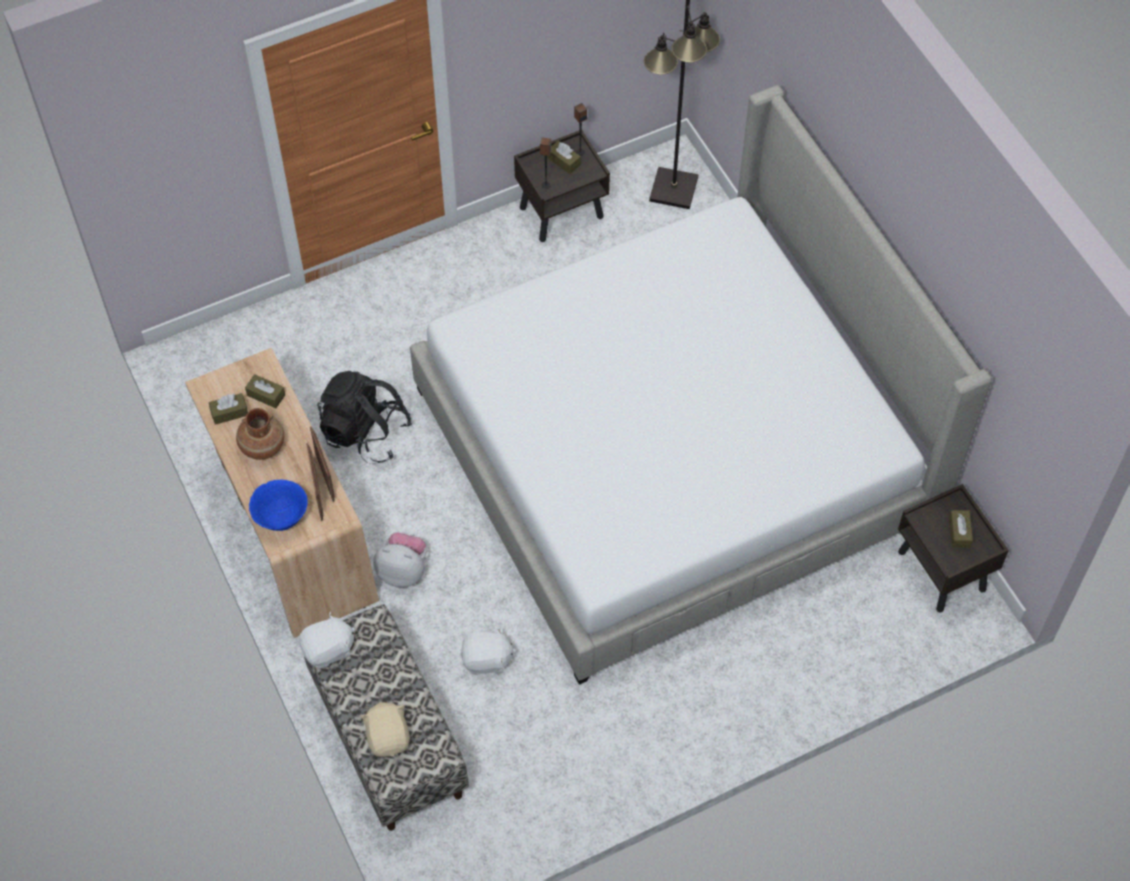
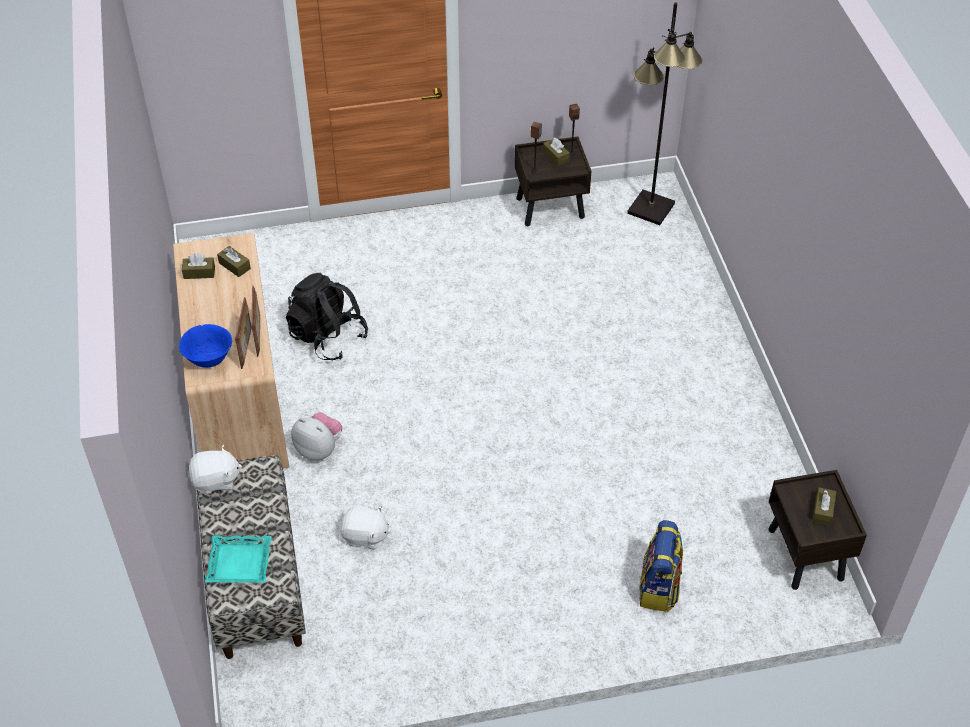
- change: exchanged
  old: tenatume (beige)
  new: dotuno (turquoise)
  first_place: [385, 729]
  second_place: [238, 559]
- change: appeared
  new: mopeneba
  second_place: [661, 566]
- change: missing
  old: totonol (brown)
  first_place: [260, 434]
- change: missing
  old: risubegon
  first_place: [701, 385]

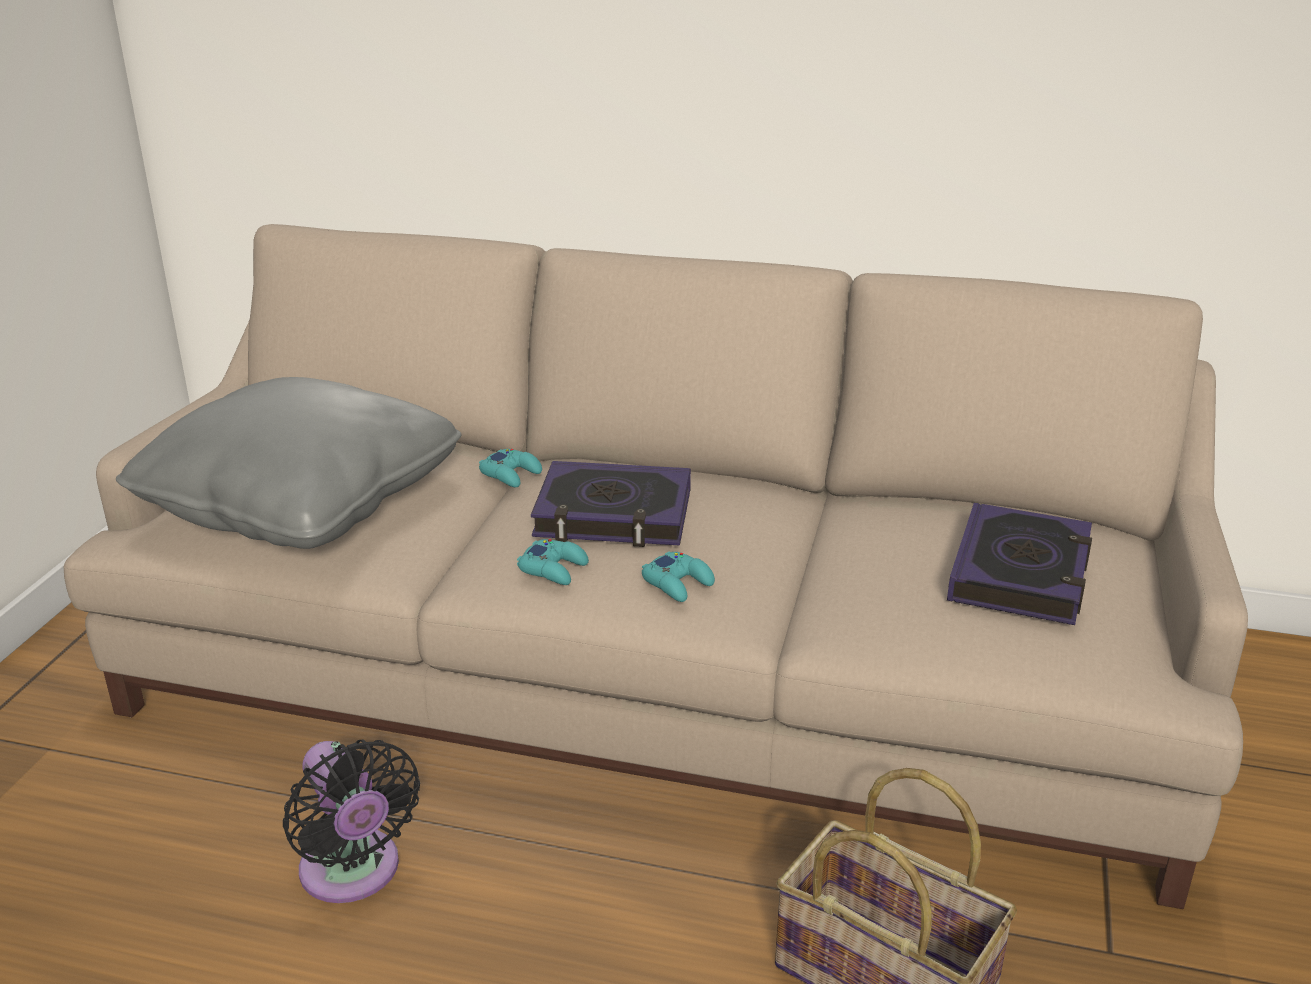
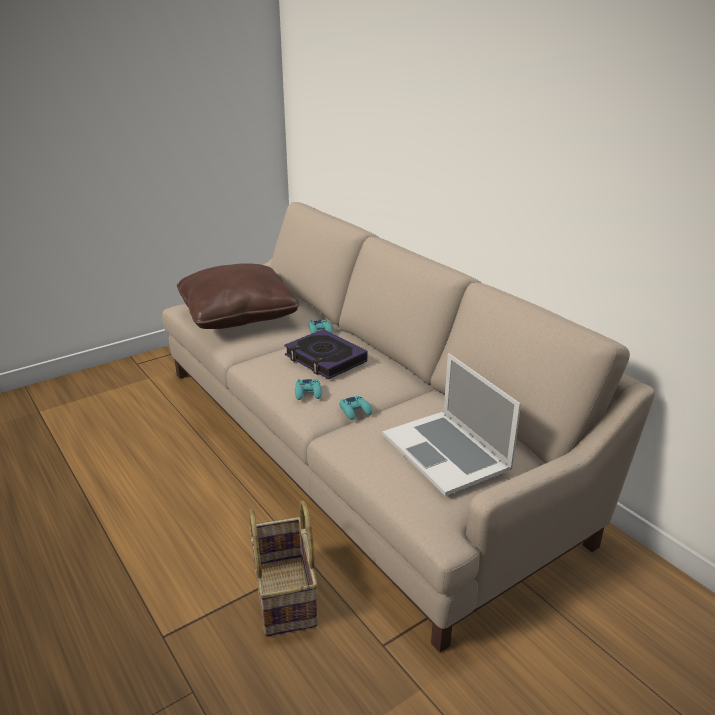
- change: colour
  old: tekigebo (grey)
  new: tekigebo (brown)
  first_place: [288, 463]
  second_place: [238, 296]
- change: relocated
  old: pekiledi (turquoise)
  first_place: [553, 562]
  second_place: [355, 408]
- change: exchanged
  old: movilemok
  new: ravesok
  first_place: [1019, 564]
  second_place: [452, 424]
- change: missing
  old: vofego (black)
  first_place: [351, 821]

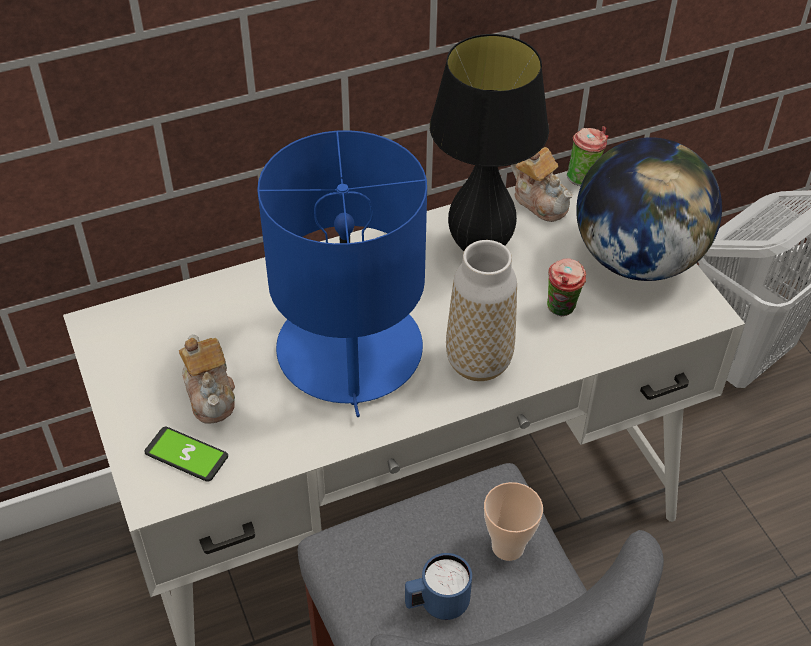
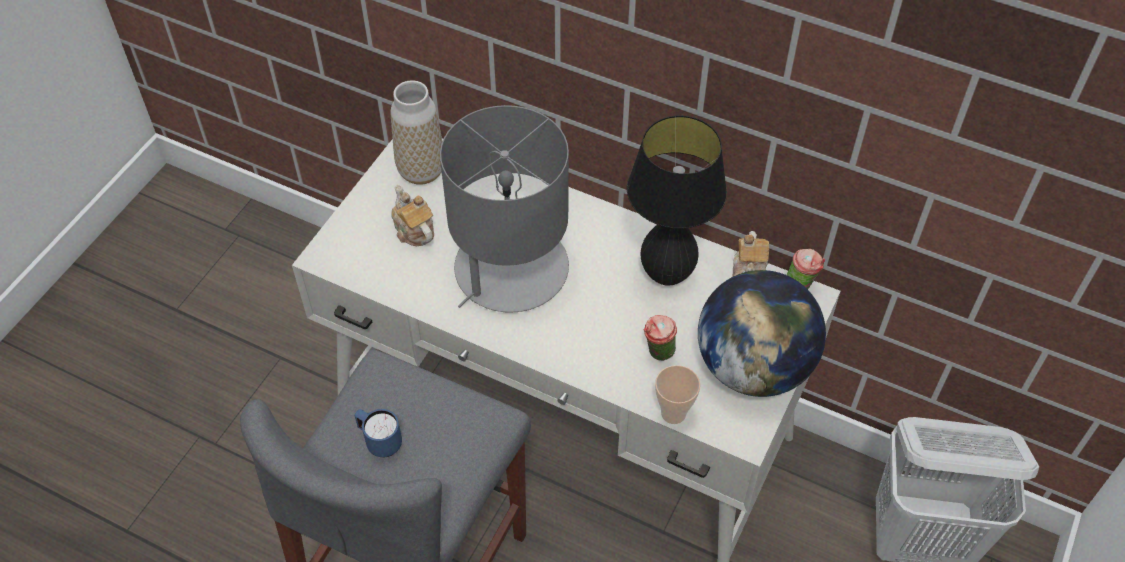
- change: relocated
  old: totonol
  first_place: [481, 310]
  second_place: [416, 132]
- change: spun
  old: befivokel
  first_place: [207, 379]
  second_place: [412, 215]
  degrees: 120
- change: colour
  old: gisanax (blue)
  new: gisanax (grey)
  first_place: [342, 273]
  second_place: [504, 209]
- change: relocated
  old: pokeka
  first_place: [513, 521]
  second_place: [677, 394]
- change: missing
  old: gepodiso
  first_place: [186, 454]

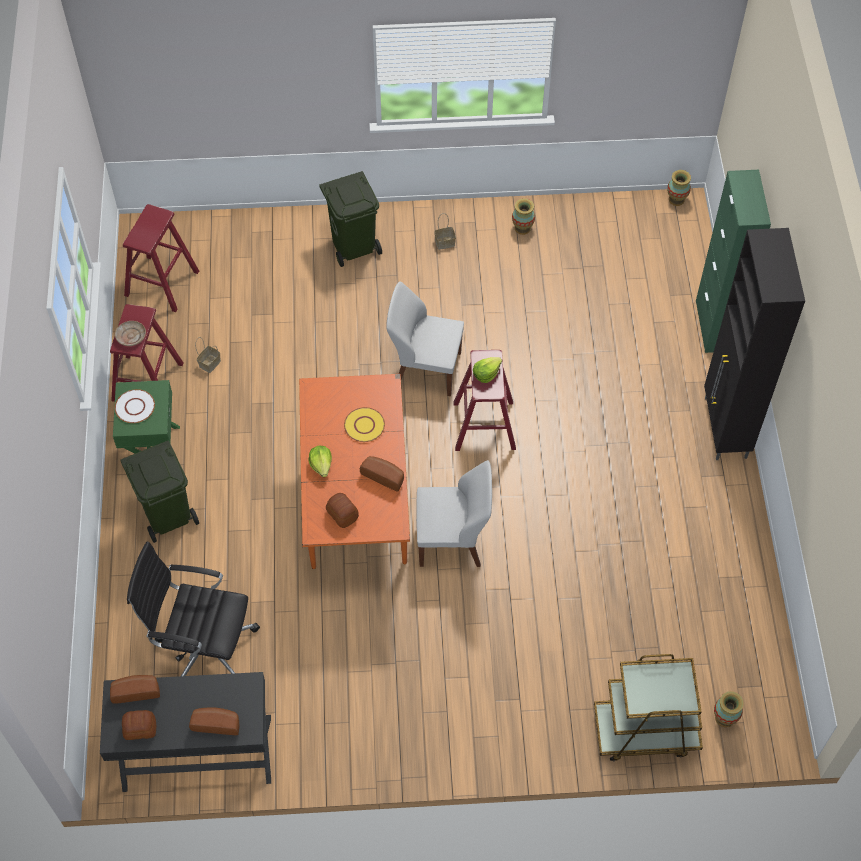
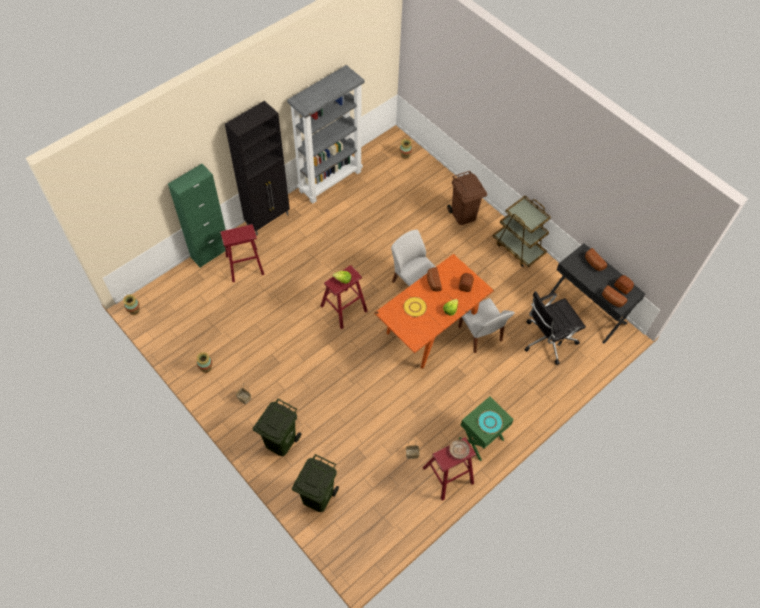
- change: relocated
  old: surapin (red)
  first_place: [161, 258]
  second_place: [242, 253]
- change: appeared
  new: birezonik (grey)
  second_place: [326, 134]
- change: relocated
  old: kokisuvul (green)
  first_place: [159, 492]
  second_place: [315, 483]
- change: appeared
  new: kokisuvul (brown)
  second_place: [467, 198]
- change: relocated
  old: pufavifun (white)
  first_place: [425, 338]
  second_place: [486, 325]
- change: colour
  old: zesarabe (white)
  new: zesarabe (turquoise)
  first_place: [135, 406]
  second_place: [490, 422]
- change: relocated
  old: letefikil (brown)
  first_place: [648, 707]
  second_place: [522, 231]
- change: spun
  old: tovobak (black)
  first_place: [193, 609]
  second_place: [555, 328]
  degrees: 90

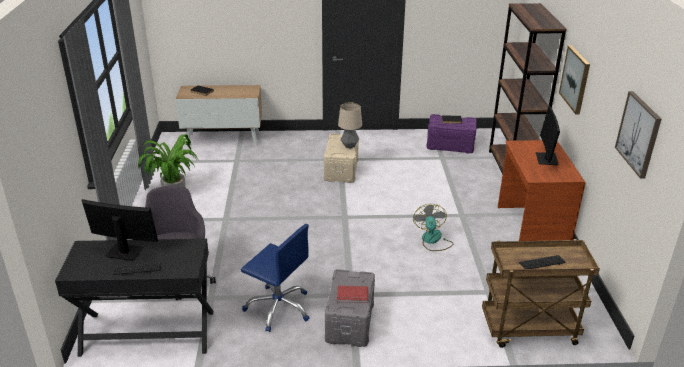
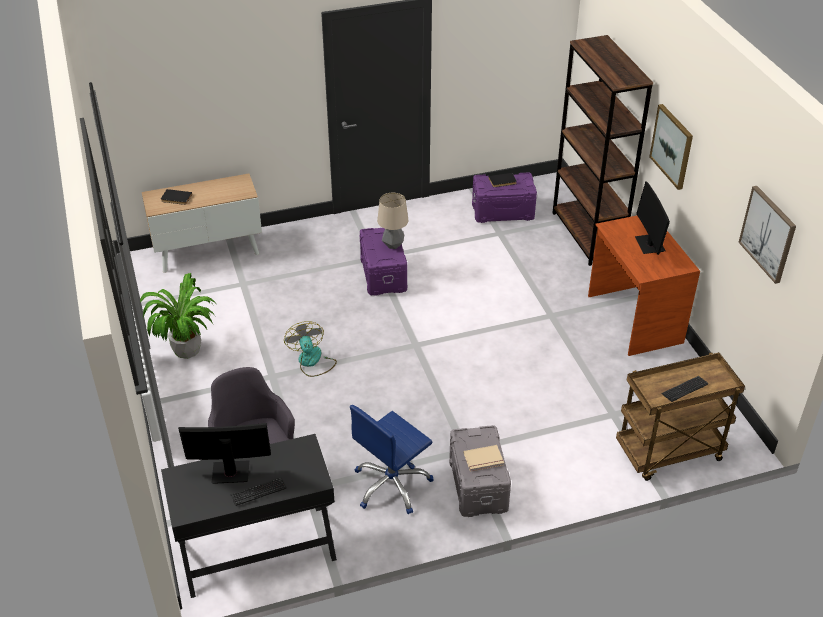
- change: relocated
  old: vofego
  first_place: [433, 227]
  second_place: [310, 349]
- change: spun
  old: tovobak (blue)
  first_place: [275, 278]
  second_place: [392, 459]
  degrees: 120
- change: colour
  old: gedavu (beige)
  new: gedavu (purple)
  first_place: [341, 158]
  second_place: [383, 262]
- change: colour
  old: movilemok (red)
  new: movilemok (beige)
  first_place: [352, 294]
  second_place: [483, 458]

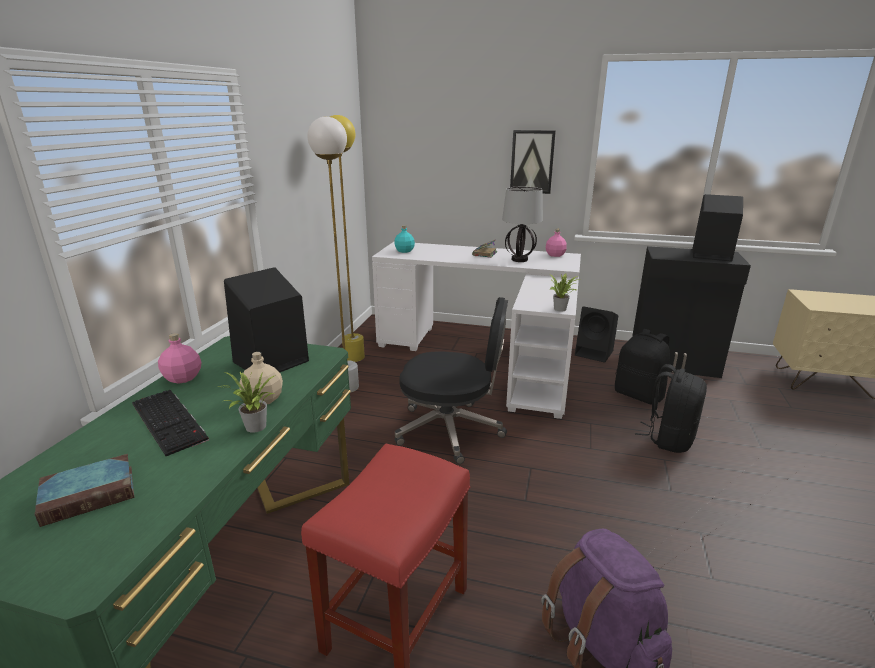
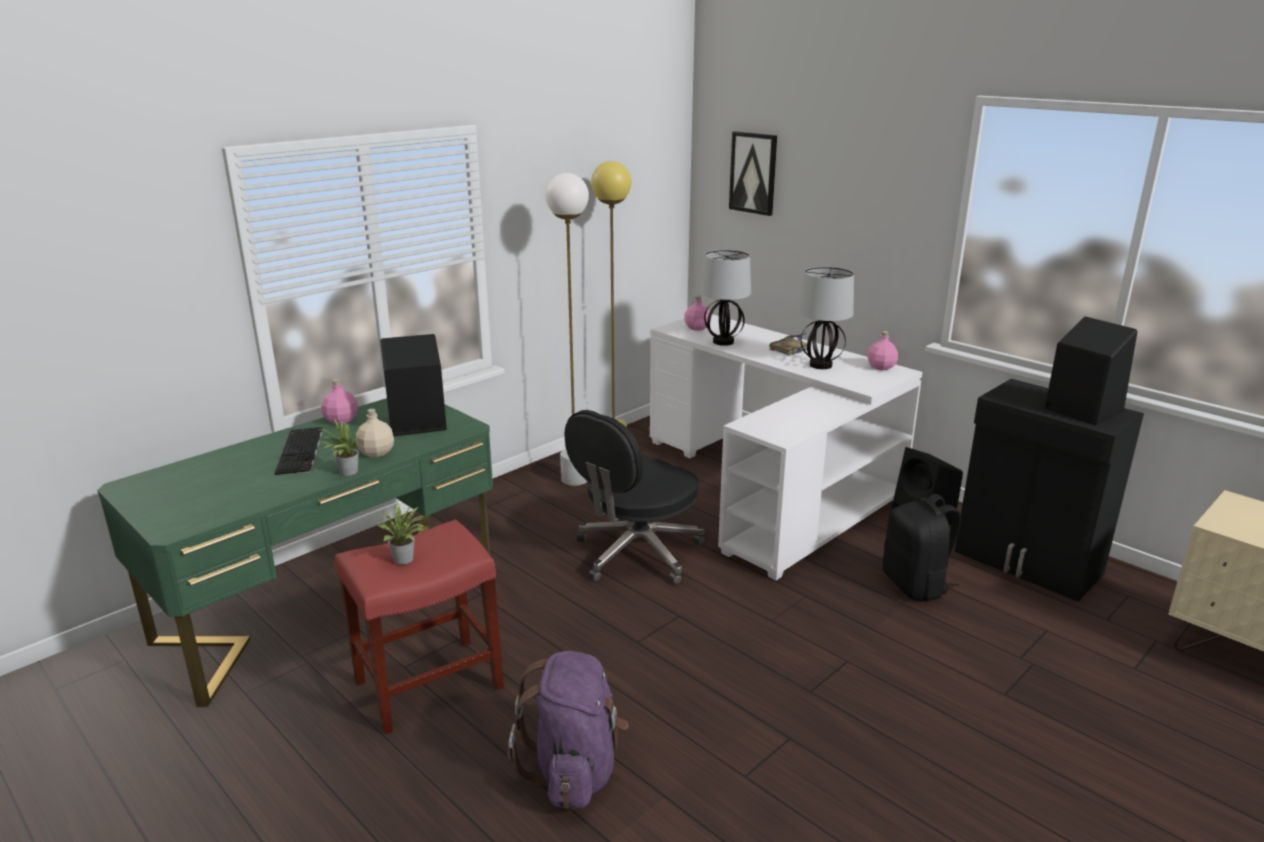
- change: relocated
  old: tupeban
  first_place: [564, 292]
  second_place: [402, 534]
- change: spun
  old: tovobak (black)
  first_place: [451, 380]
  second_place: [635, 497]
  degrees: 90
- change: colour
  old: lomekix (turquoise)
  new: lomekix (pink)
  first_place: [404, 239]
  second_place: [697, 313]
- change: appeared
  new: gisanax
  second_place: [725, 298]
- change: relocated
  old: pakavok
  first_place: [533, 162]
  second_place: [753, 173]
- change: missing
  old: movilemok
  first_place: [84, 490]
- change: missing
  old: mopeneba (black)
  first_place: [671, 408]

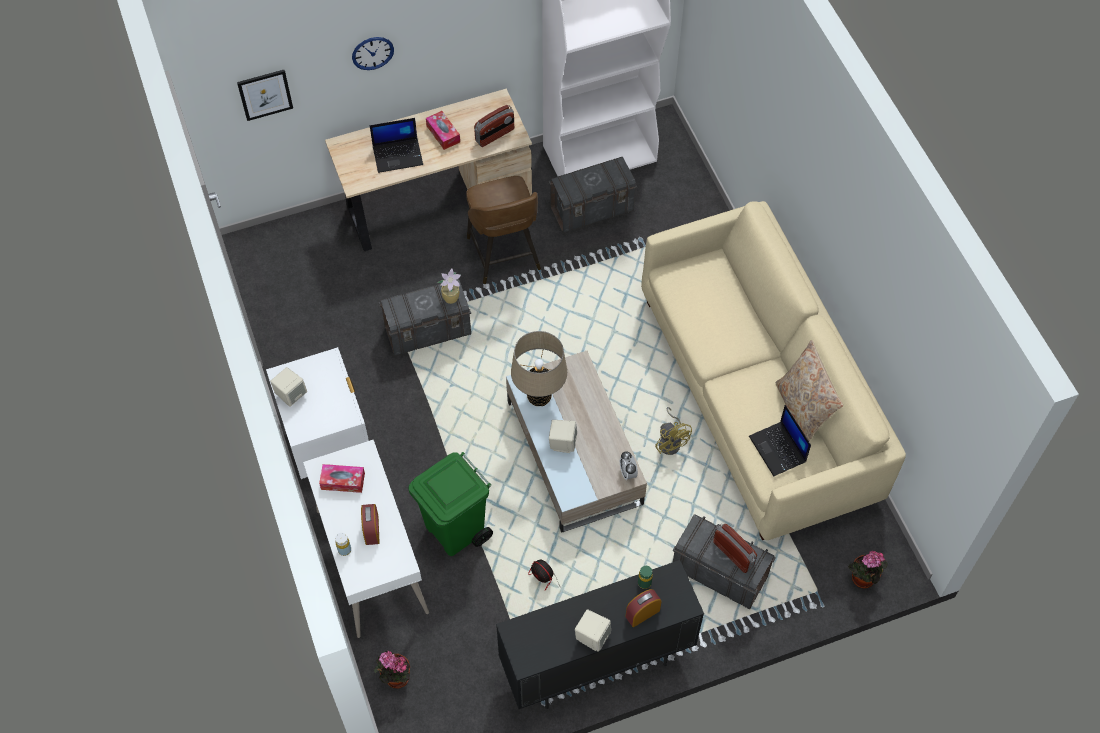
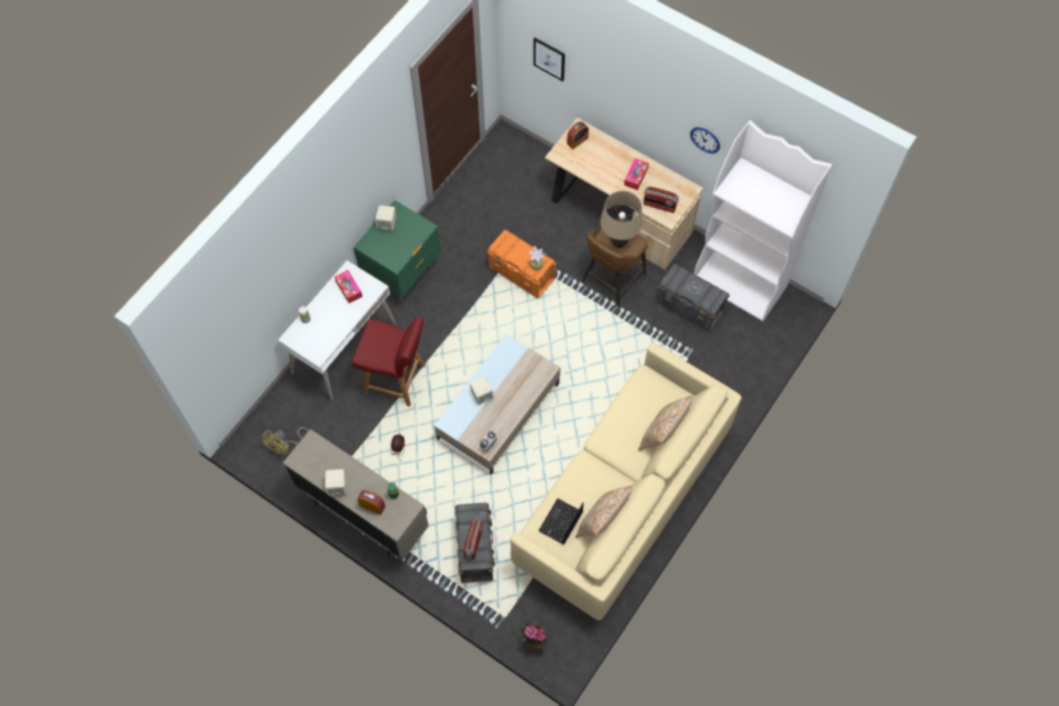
- change: relocated
  old: vofego (yellow)
  first_place: [673, 431]
  second_place: [285, 441]
- change: colour
  old: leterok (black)
  new: leterok (beige)
  first_place: [600, 634]
  second_place: [356, 495]
- change: exchanged
  old: kokisuvul (green)
  new: pufavifun (red)
  first_place: [451, 504]
  second_place: [388, 362]
- change: colour
  old: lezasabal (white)
  new: lezasabal (green)
  first_place: [317, 413]
  second_place: [397, 250]
- change: colour
  old: gedavu (grey)
  new: gedavu (orange)
  first_place: [425, 317]
  second_place: [522, 264]
- change: relocated
  old: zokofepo
  first_place: [370, 524]
  second_place: [578, 135]
- change: relocated
  old: gisanax (beige)
  first_place: [539, 368]
  second_place: [621, 219]
- change: appeared
  new: tekigebo (beige)
  second_place: [666, 423]
- change: relocated
  old: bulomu
  first_place: [373, 53]
  second_place: [705, 140]
- change: missing
  old: ravesok
  first_place: [396, 145]
- change: missing
  old: tupeban
  first_place: [392, 670]

